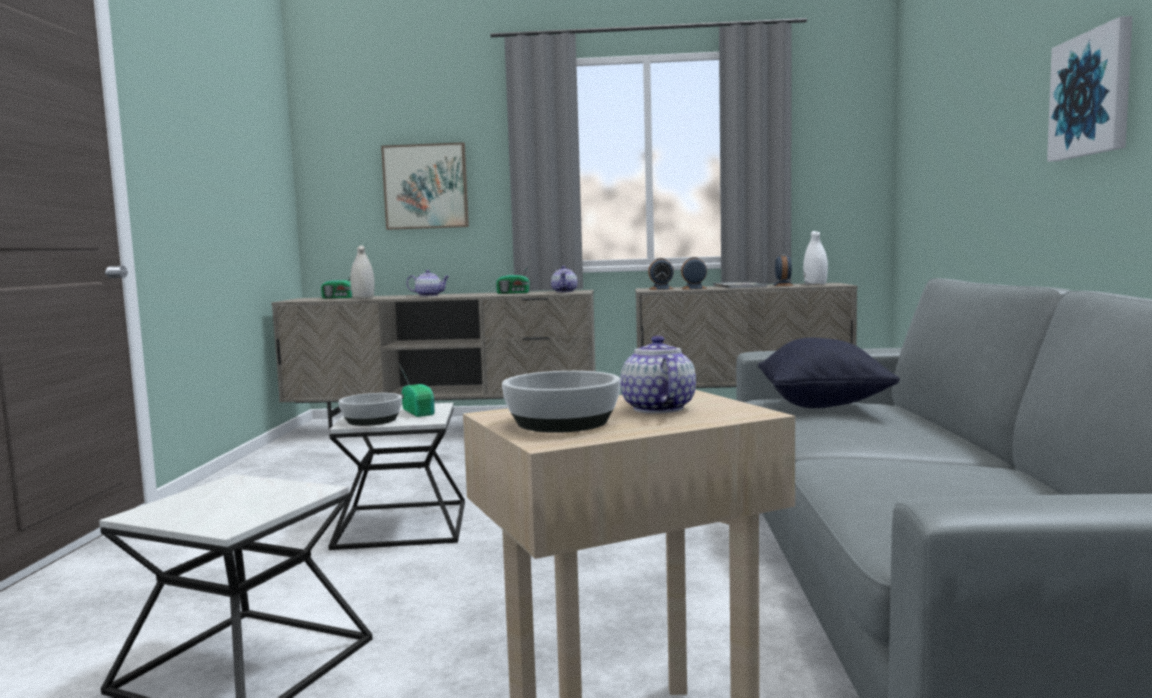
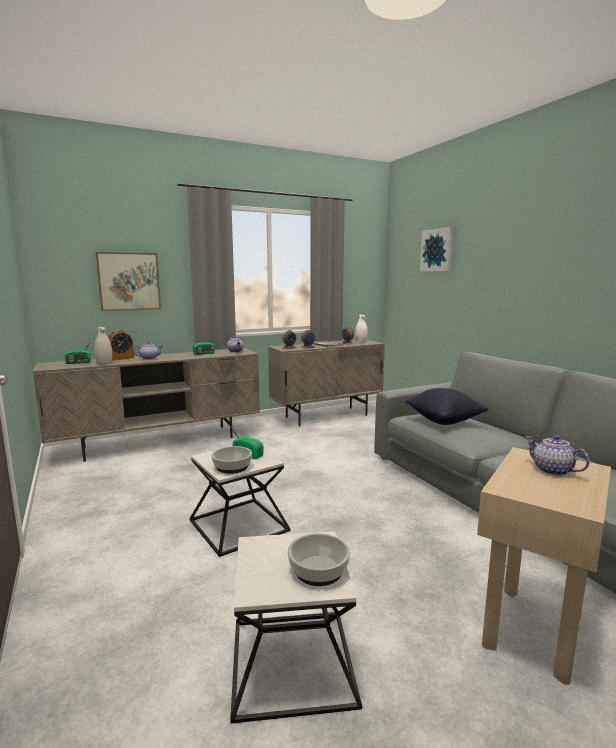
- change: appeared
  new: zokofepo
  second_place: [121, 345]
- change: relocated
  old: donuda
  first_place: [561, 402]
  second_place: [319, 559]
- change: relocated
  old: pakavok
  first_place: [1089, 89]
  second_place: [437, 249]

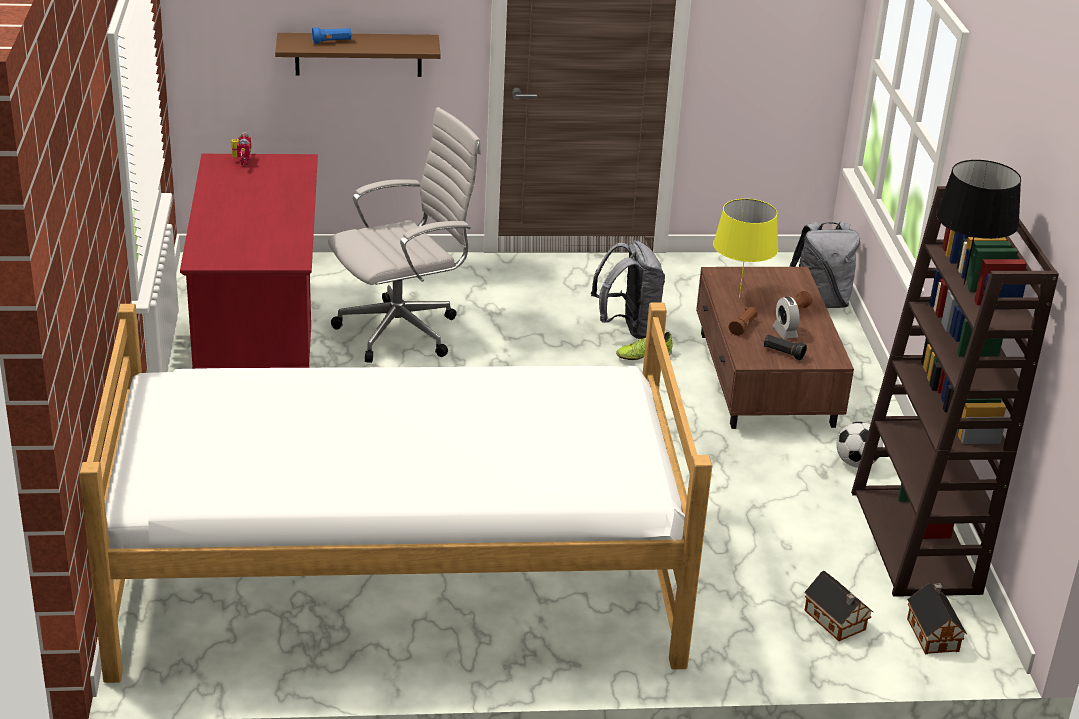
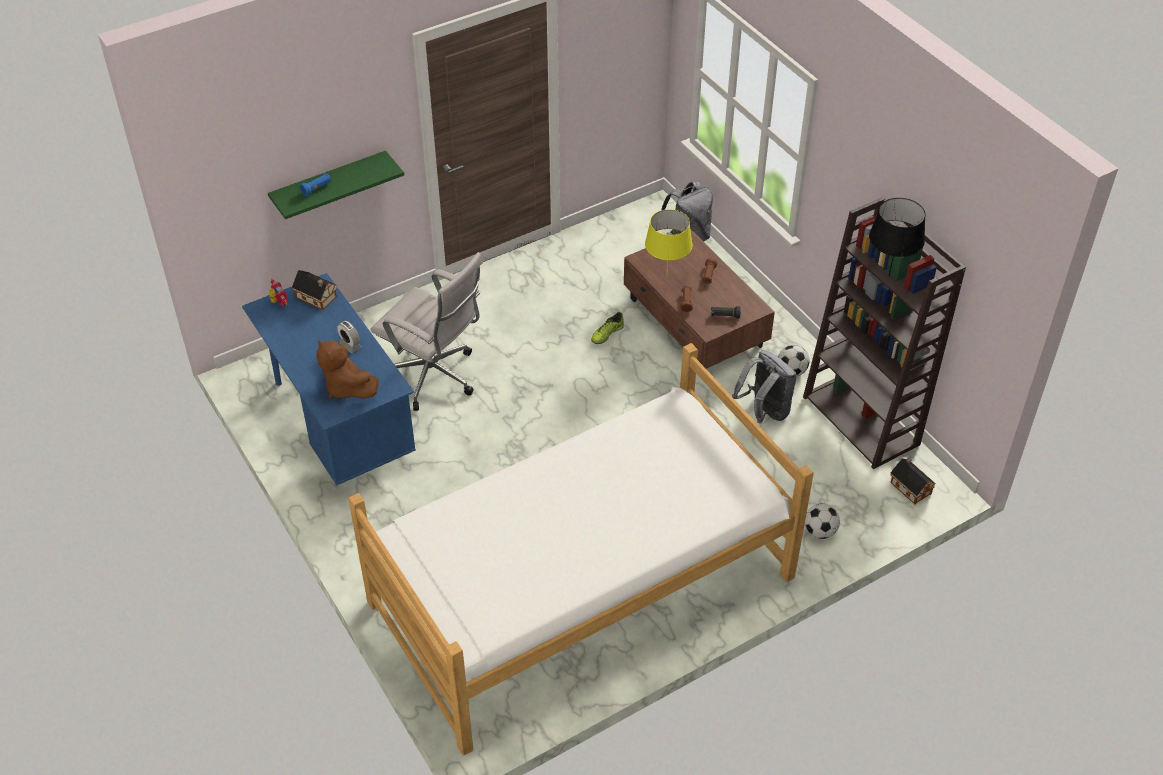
- change: colour
  old: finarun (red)
  new: finarun (blue)
  first_place: [249, 261]
  second_place: [329, 379]
- change: colour
  old: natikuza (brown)
  new: natikuza (green)
  first_place: [358, 55]
  second_place: [336, 185]
- change: relocated
  old: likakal
  first_place: [838, 606]
  second_place: [314, 290]
- change: appeared
  new: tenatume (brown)
  second_place: [347, 368]
- change: relocated
  old: zokofepo
  first_place: [786, 318]
  second_place: [349, 337]
- change: spun
  old: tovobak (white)
  first_place: [404, 235]
  second_place: [426, 331]
  degrees: 90
- change: relocated
  old: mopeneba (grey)
  first_place: [628, 289]
  second_place: [764, 387]
- change: appeared
  new: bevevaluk
  second_place: [822, 521]

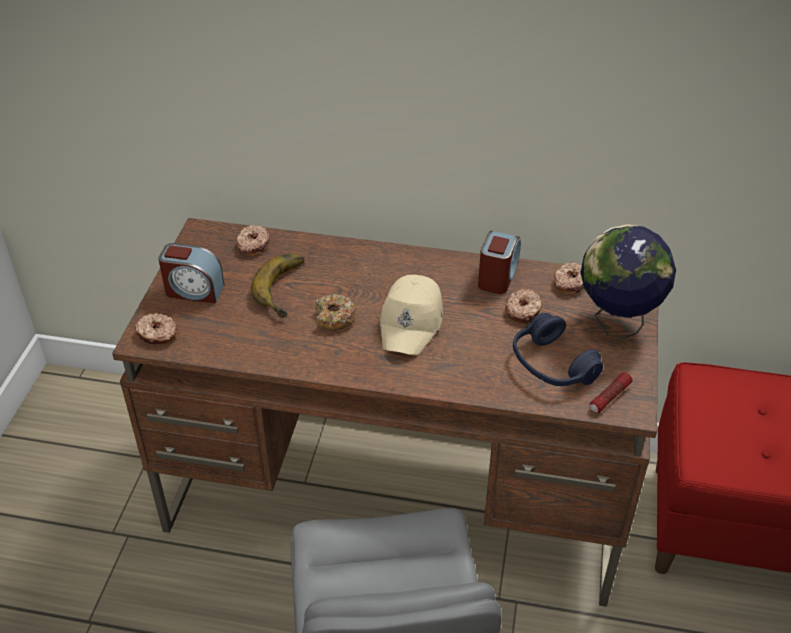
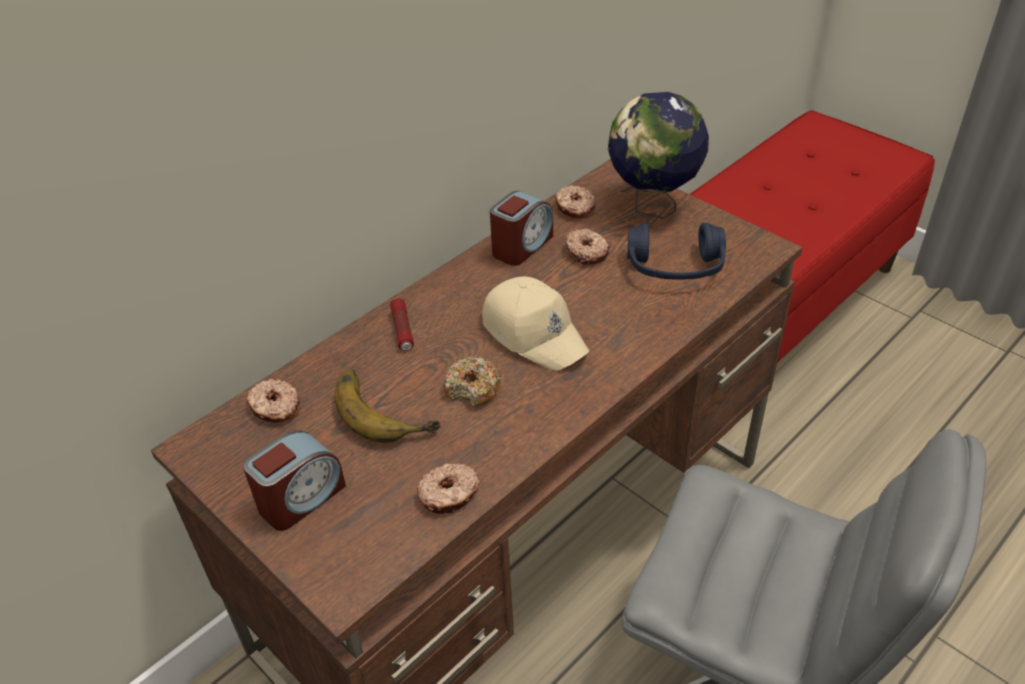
- change: relocated
  old: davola
  first_place: [611, 392]
  second_place: [402, 324]
- change: relocated
  old: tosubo
  first_place: [155, 328]
  second_place: [448, 488]
- change: spun
  old: zokofepo
  first_place: [499, 262]
  second_place: [521, 228]
  degrees: 75

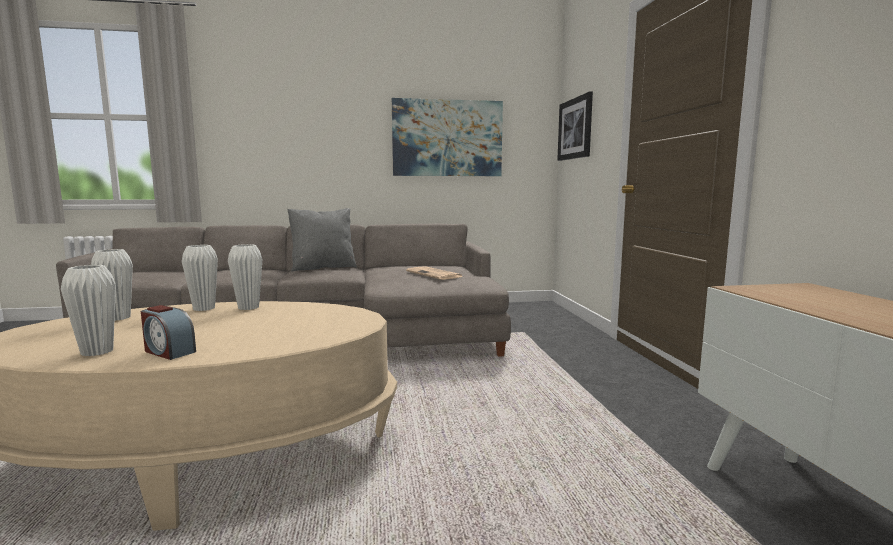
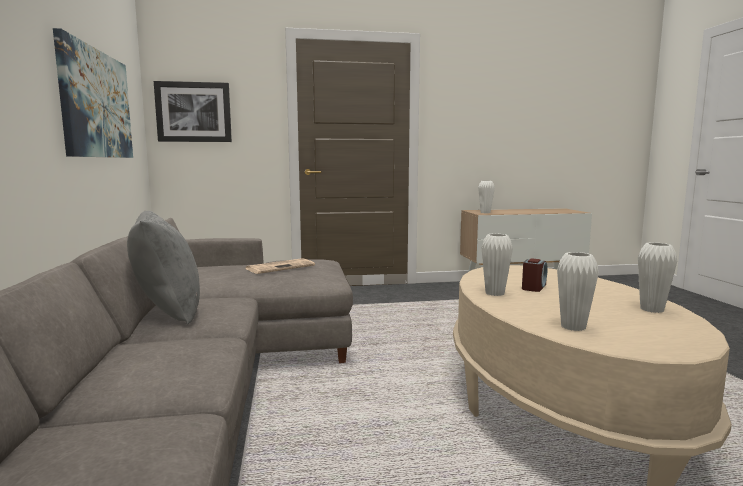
- change: relocated
  old: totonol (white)
  first_place: [200, 278]
  second_place: [486, 197]
- change: relocated
  old: zokofepo
  first_place: [168, 332]
  second_place: [534, 275]

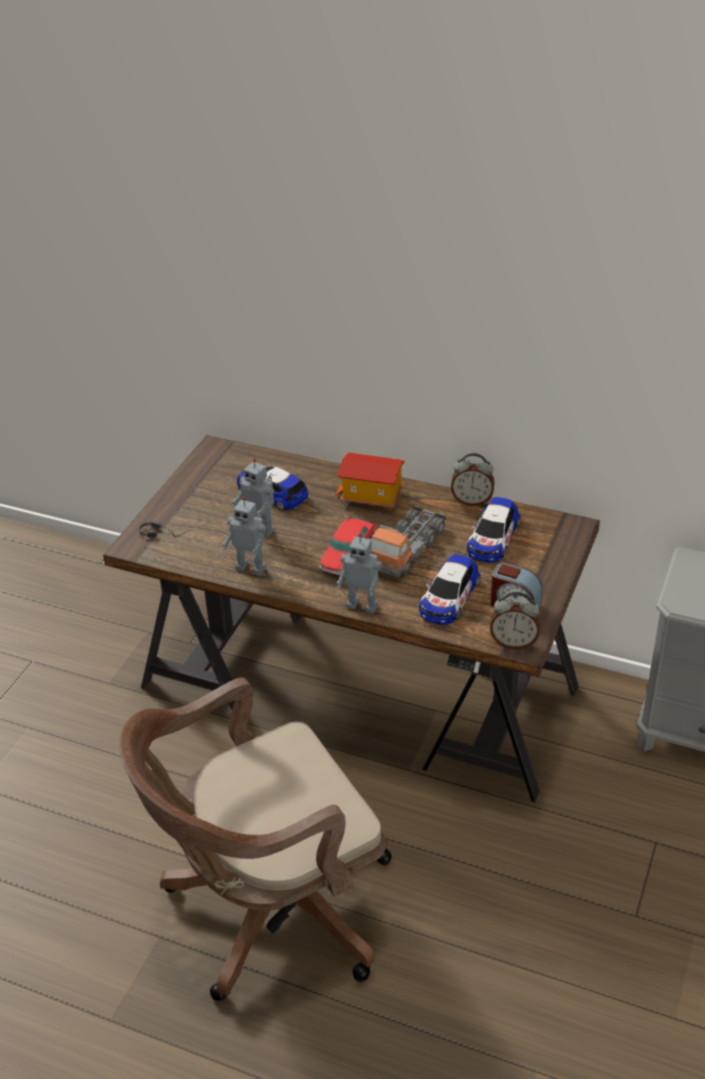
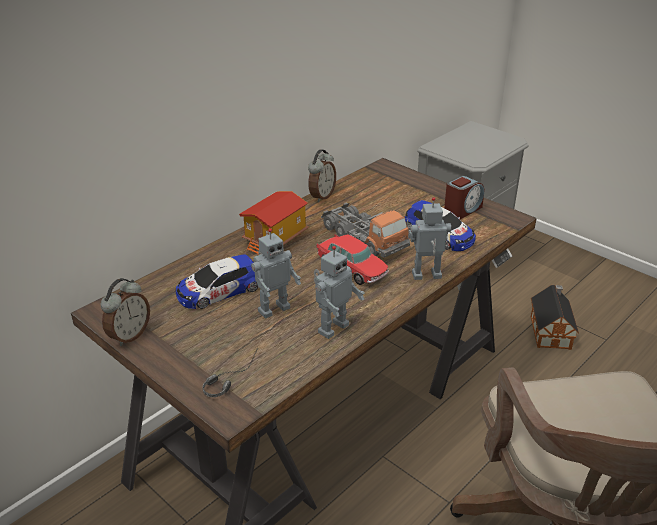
- change: relocated
  old: zokofepo
  first_place: [515, 620]
  second_place: [125, 312]
- change: spun
  old: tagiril
  first_place: [359, 573]
  second_place: [429, 238]
  degrees: -135
- change: appeared
  new: likakal
  second_place: [555, 317]
- change: missing
  old: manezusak
  first_place: [494, 530]

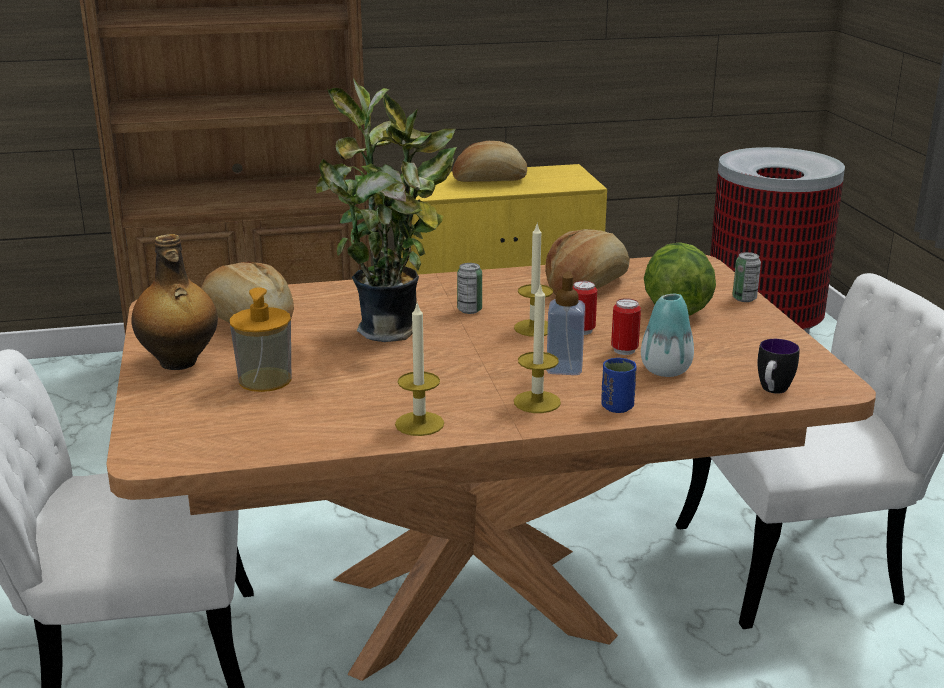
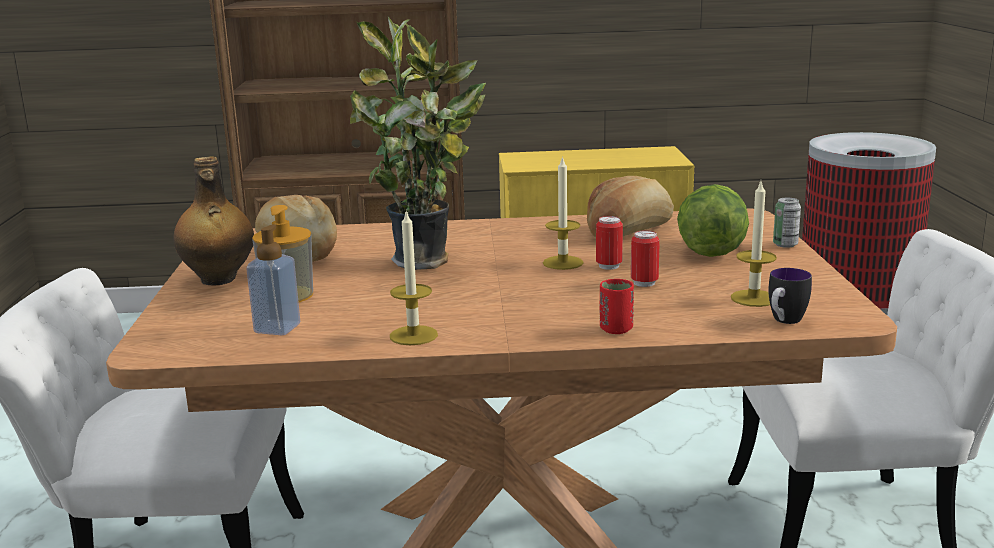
- change: relocated
  old: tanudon
  first_place: [565, 323]
  second_place: [273, 279]
- change: colour
  old: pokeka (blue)
  new: pokeka (red)
  first_place: [619, 385]
  second_place: [617, 306]
- change: relocated
  old: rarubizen
  first_place: [537, 348]
  second_place: [754, 244]
- change: missing
  old: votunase
  first_place: [489, 161]
- change: missing
  old: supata
  first_place: [469, 288]
- change: missing
  old: totonol
  first_place: [667, 335]

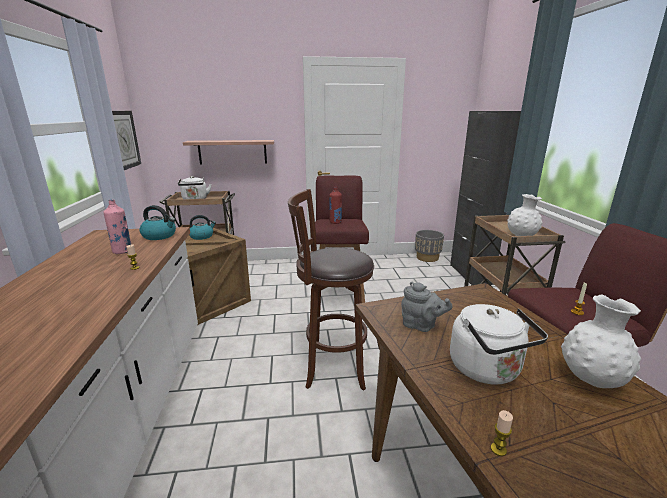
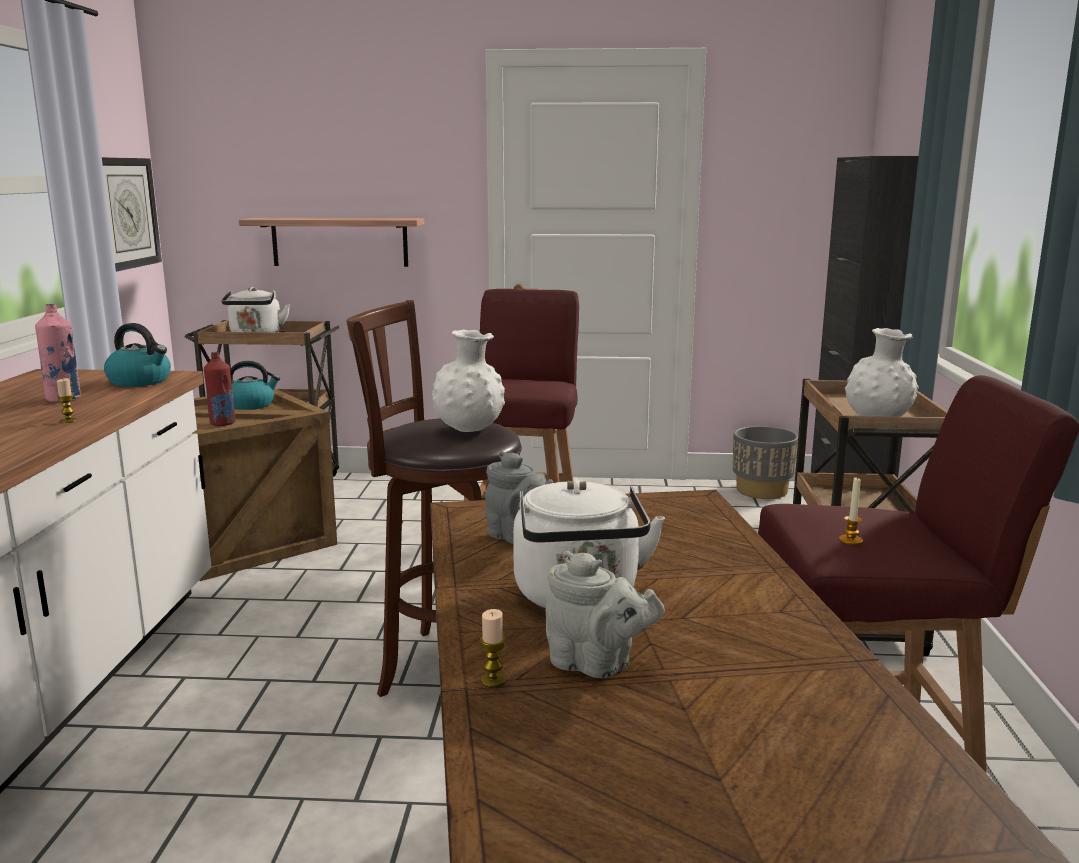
- change: relocated
  old: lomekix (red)
  first_place: [335, 205]
  second_place: [220, 389]
- change: relocated
  old: totonol (white)
  first_place: [601, 341]
  second_place: [468, 381]
- change: appeared
  new: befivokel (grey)
  second_place: [605, 614]

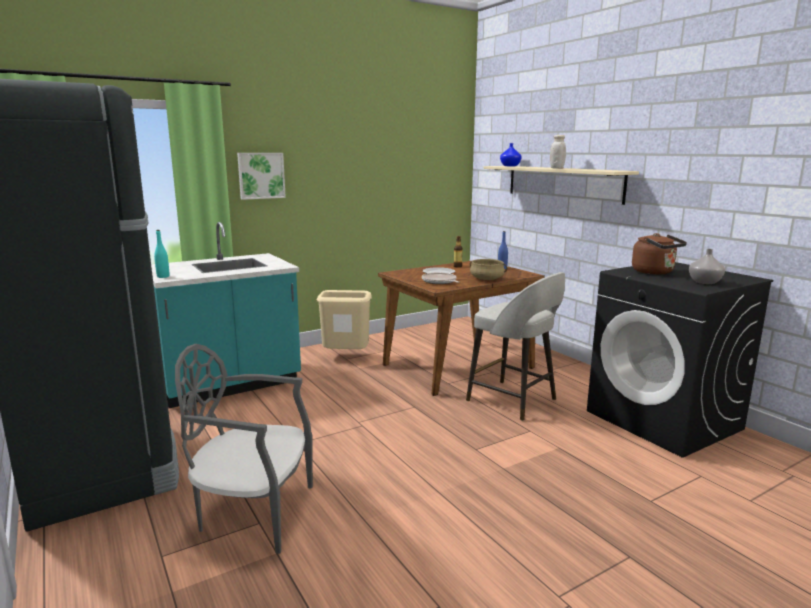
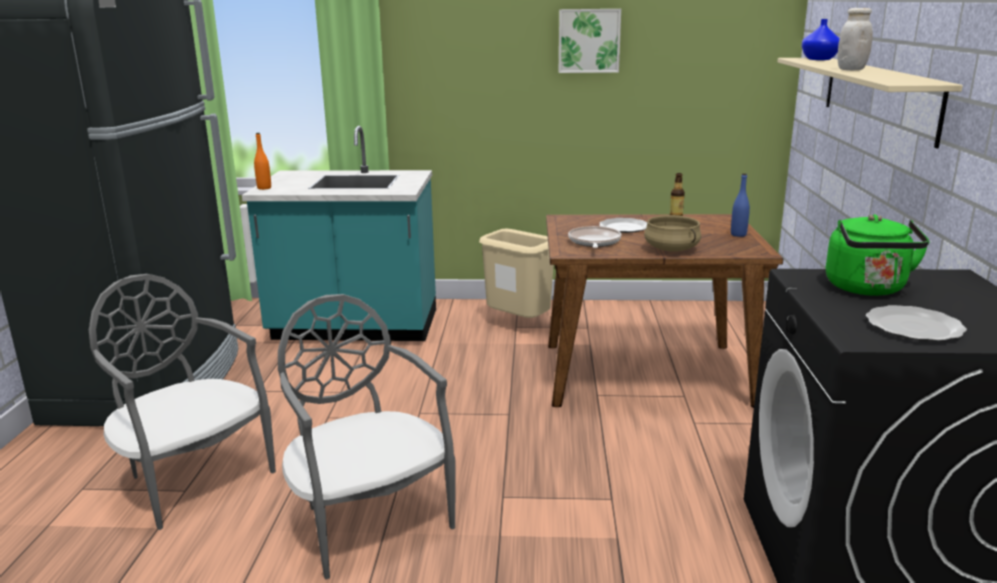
- change: colour
  old: lomekix (turquoise)
  new: lomekix (orange)
  first_place: [161, 254]
  second_place: [262, 161]
- change: appeared
  new: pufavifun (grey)
  second_place: [367, 437]
- change: relocated
  old: pakavok
  first_place: [261, 176]
  second_place: [590, 41]
- change: colour
  old: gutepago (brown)
  new: gutepago (green)
  first_place: [659, 254]
  second_place: [878, 255]
- change: exchanged
  old: totonol (grey)
  new: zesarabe
  first_place: [707, 266]
  second_place: [916, 323]
- change: missing
  old: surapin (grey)
  first_place: [515, 346]

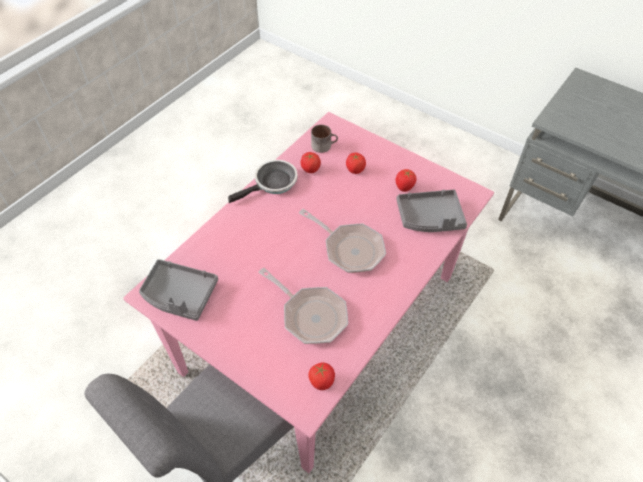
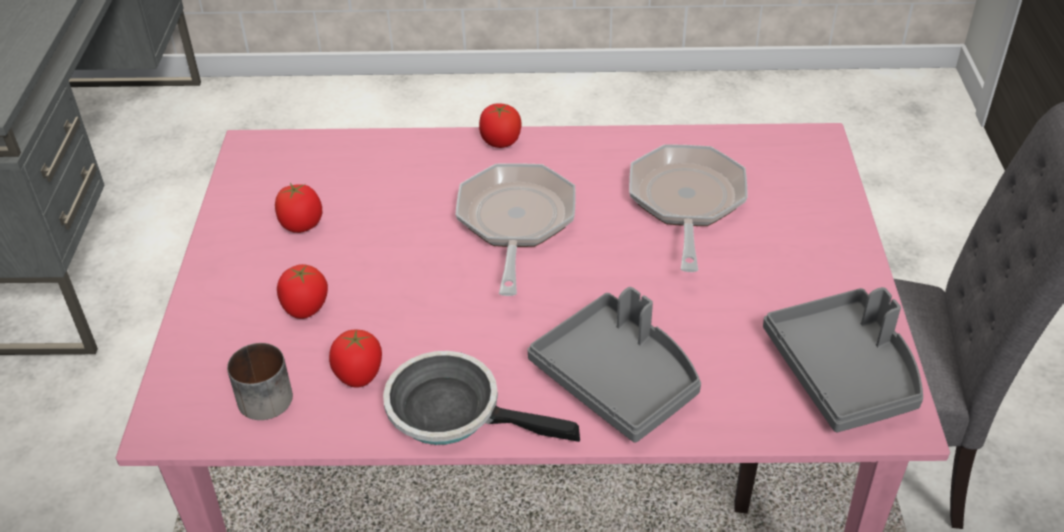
- change: relocated
  old: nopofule
  first_place: [321, 376]
  second_place: [500, 126]
- change: relocated
  old: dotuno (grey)
  first_place: [431, 211]
  second_place: [614, 364]

